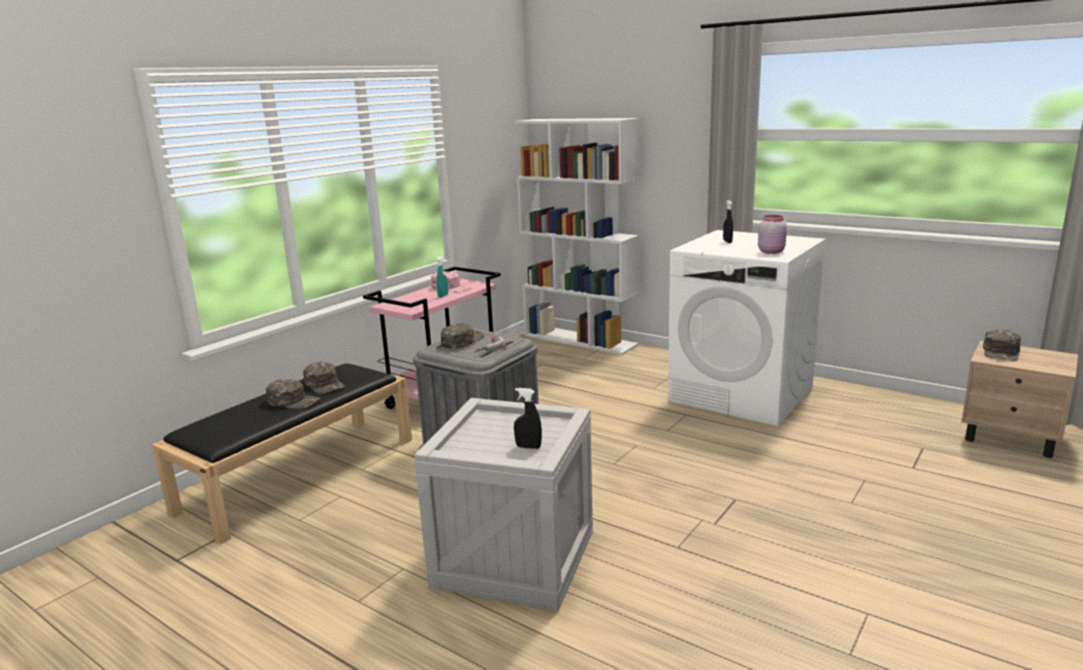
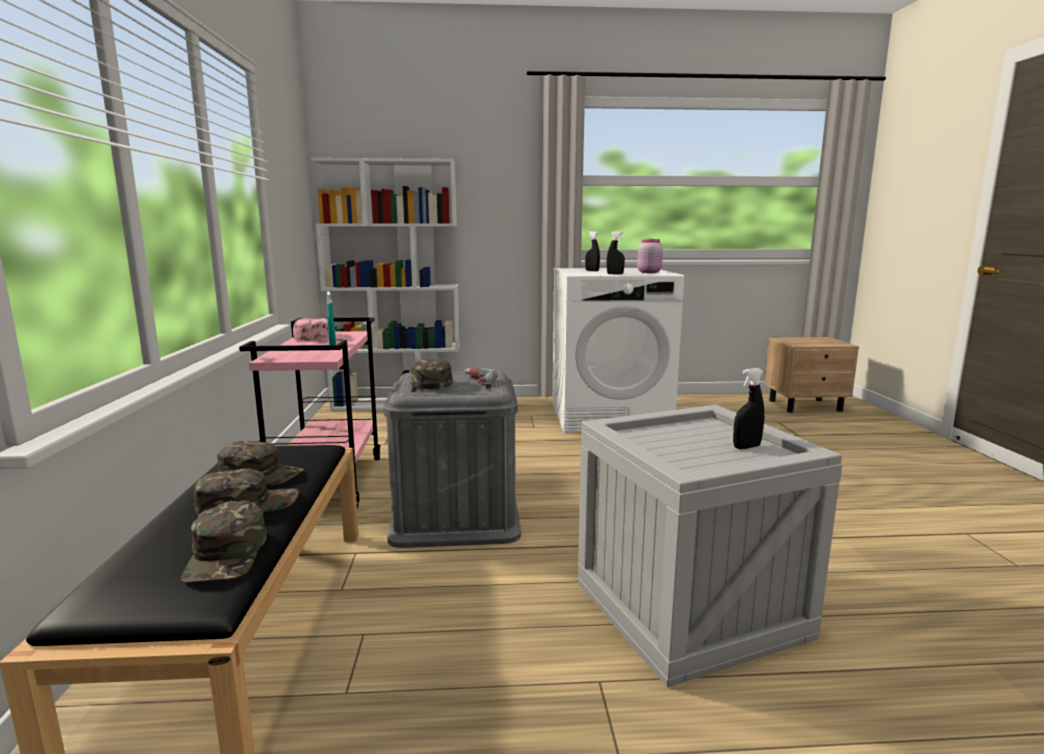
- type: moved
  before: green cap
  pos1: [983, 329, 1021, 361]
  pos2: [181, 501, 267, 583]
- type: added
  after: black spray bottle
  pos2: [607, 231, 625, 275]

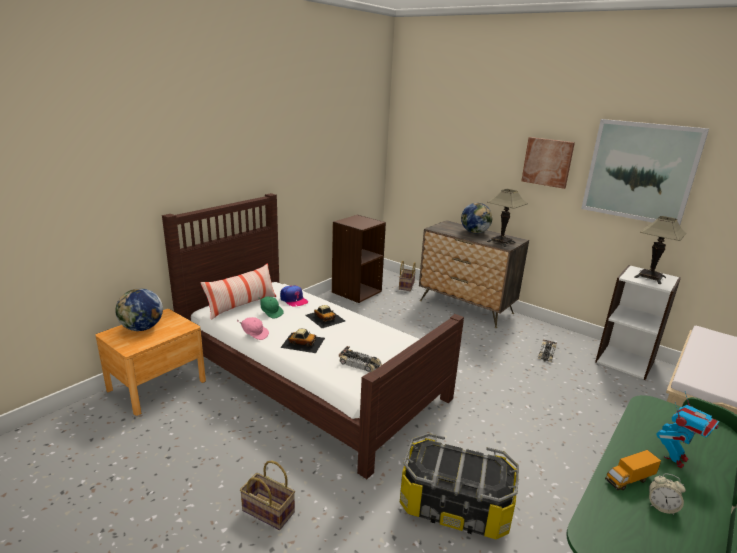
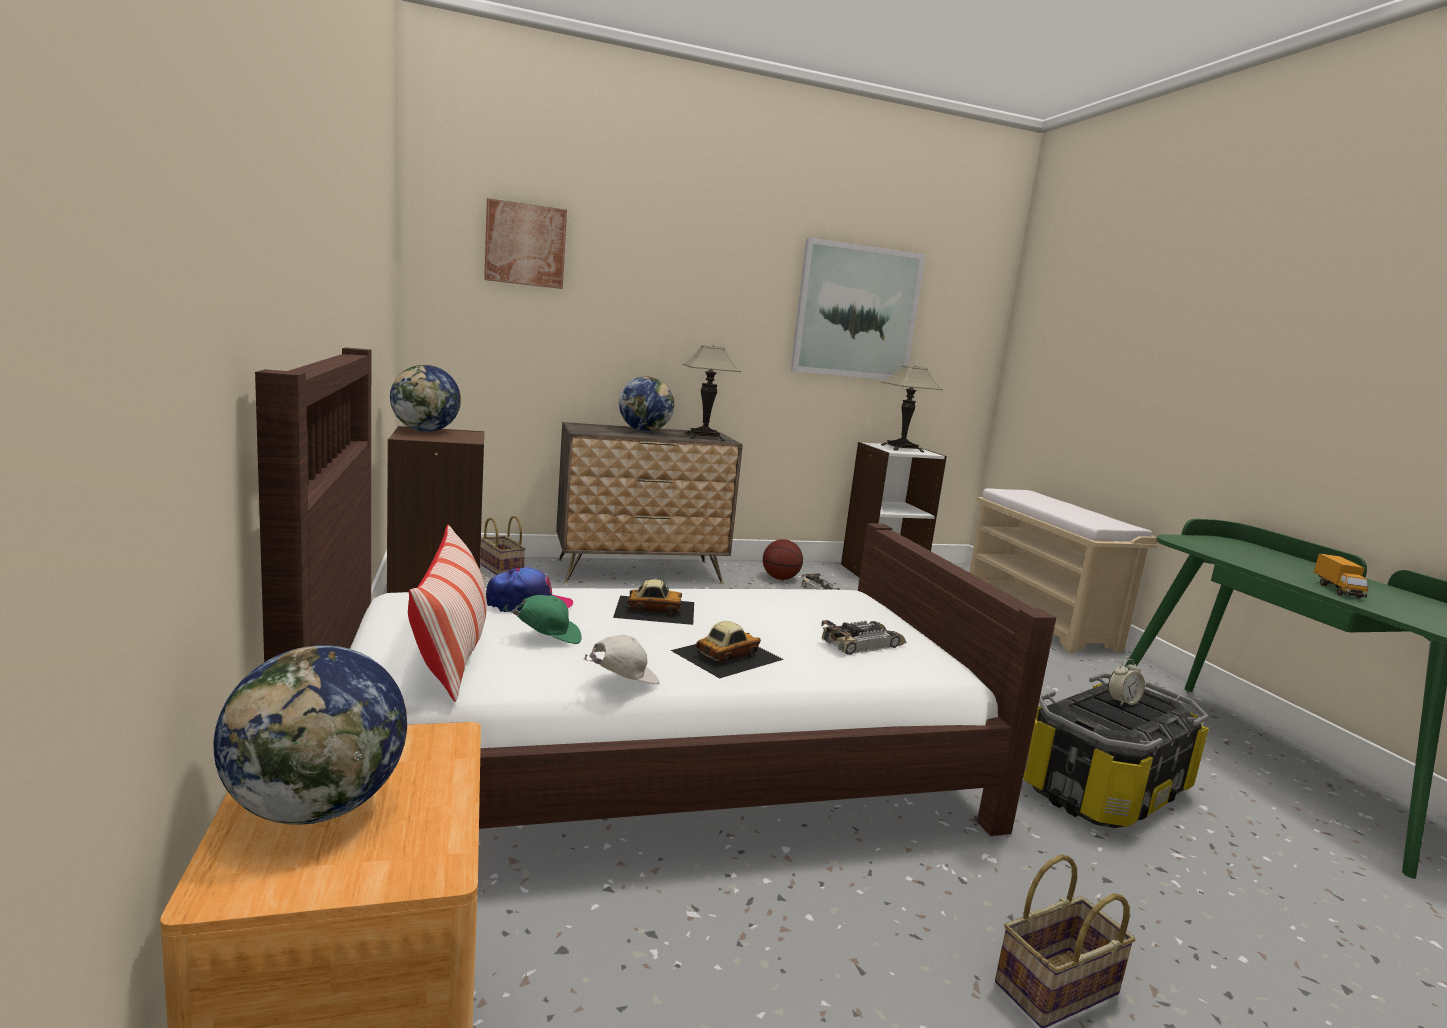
- type: moved
  before: picture
  pos1: [521, 137, 575, 189]
  pos2: [484, 198, 567, 289]
- type: recoloured
  before: pink cap
  after: white cap
  pos1: [237, 317, 269, 340]
  pos2: [584, 635, 660, 685]
- type: removed
  before: toy robot
  pos1: [656, 391, 719, 468]
- type: moved
  before: alarm clock
  pos1: [649, 473, 686, 515]
  pos2: [1108, 659, 1145, 706]
- type: added
  after: globe
  pos2: [390, 365, 461, 432]
- type: added
  after: basketball
  pos2: [763, 539, 803, 580]

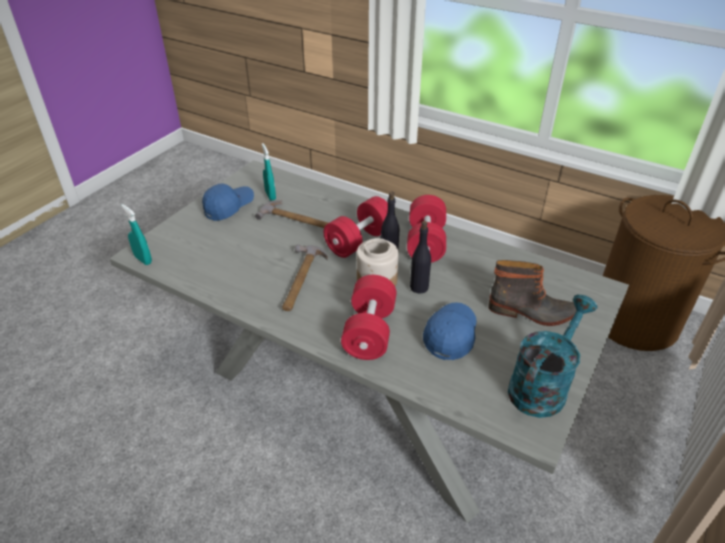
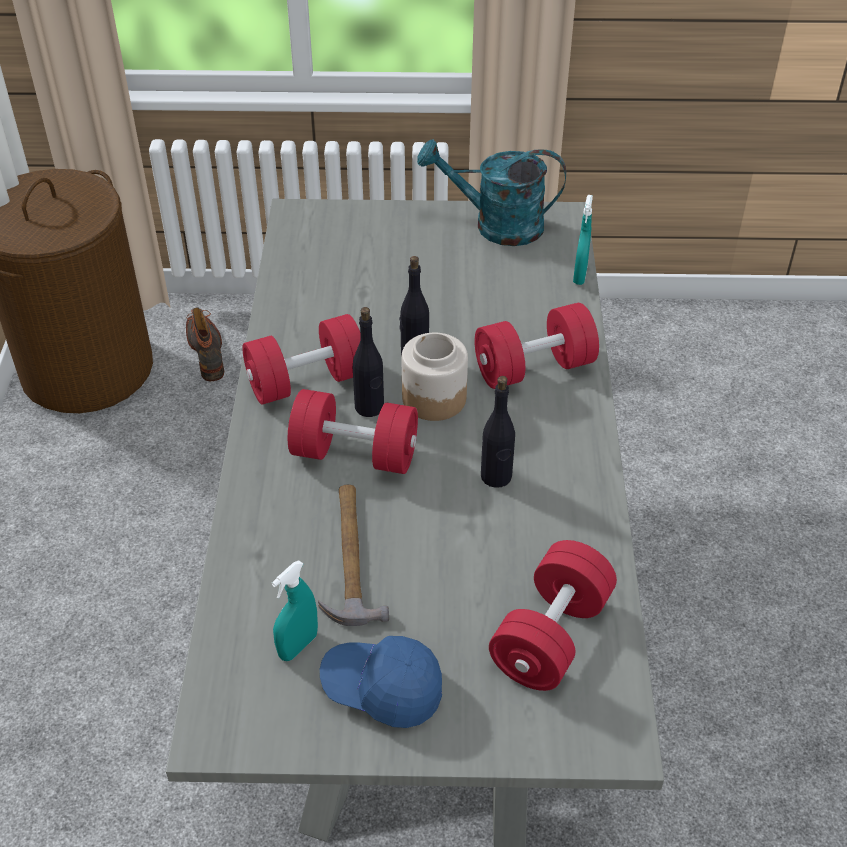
- type: moved
  before: turquoise spray bottle
  pos1: [121, 204, 152, 265]
  pos2: [573, 195, 593, 285]
- type: replaced
  before: hammer
  after: black bottle
  pos1: [282, 244, 328, 311]
  pos2: [481, 376, 515, 488]
- type: moved
  before: boot
  pos1: [488, 260, 577, 326]
  pos2: [186, 307, 224, 381]
- type: removed
  before: blue cap
  pos1: [423, 302, 477, 360]
- type: added
  after: red dumbbell
  pos2: [489, 540, 617, 691]

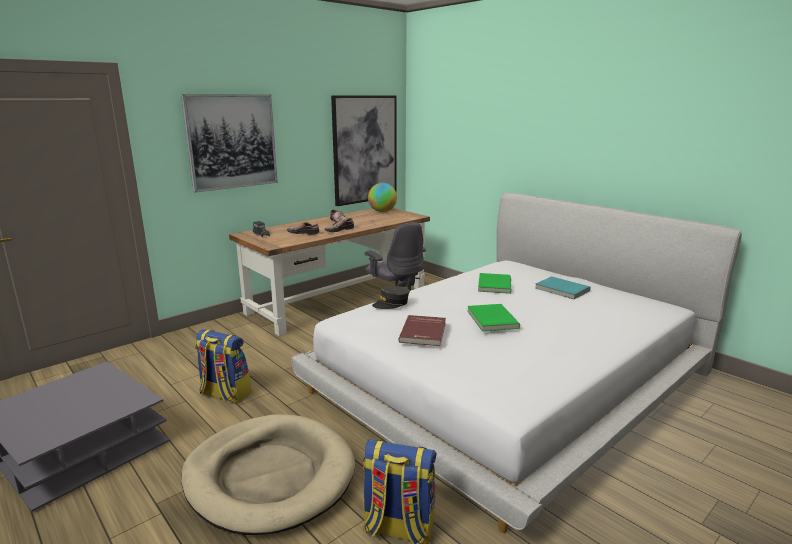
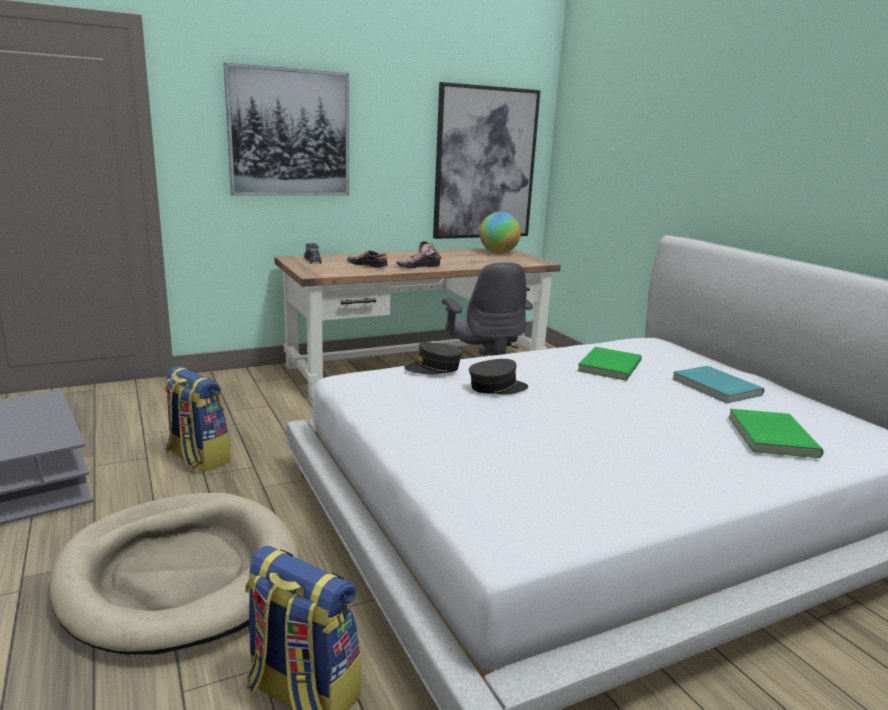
- type: moved
  before: green book
  pos1: [467, 304, 520, 332]
  pos2: [729, 409, 824, 458]
- type: removed
  before: red book
  pos1: [398, 315, 446, 346]
- type: added
  after: grey cap
  pos2: [469, 359, 528, 395]

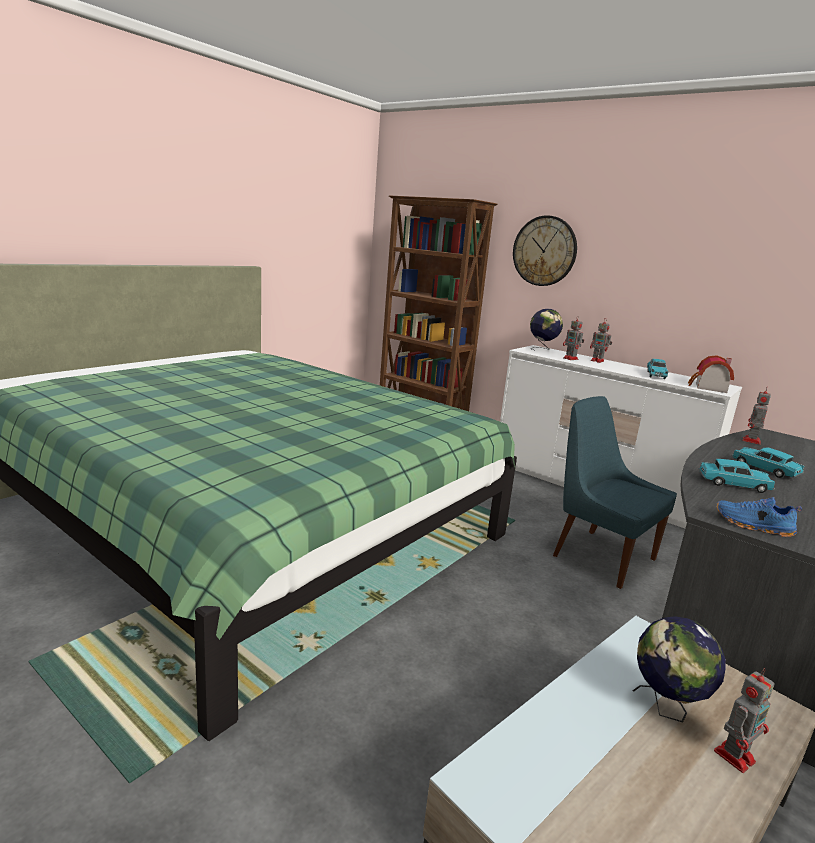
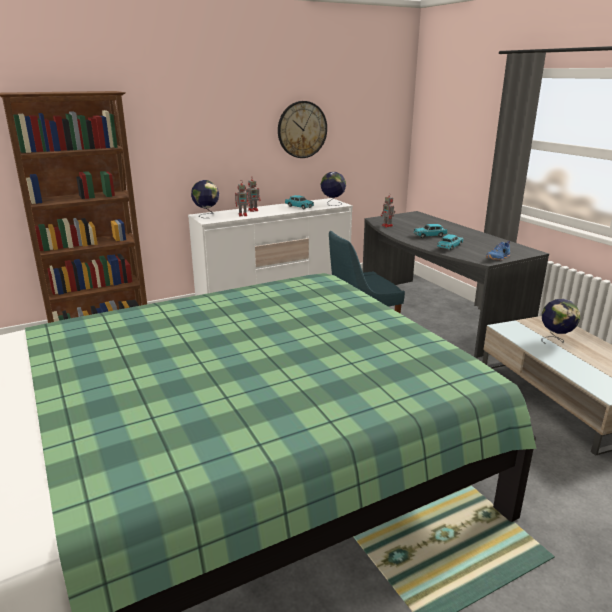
- type: moved
  before: wall clock
  pos1: [513, 215, 577, 286]
  pos2: [278, 101, 327, 158]
- type: replaced
  before: toy house
  after: globe
  pos1: [688, 355, 734, 393]
  pos2: [320, 172, 346, 206]
- type: removed
  before: toy robot
  pos1: [714, 668, 775, 773]

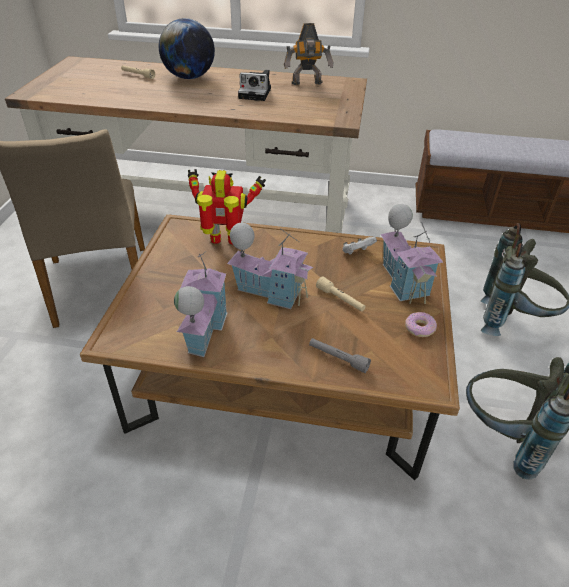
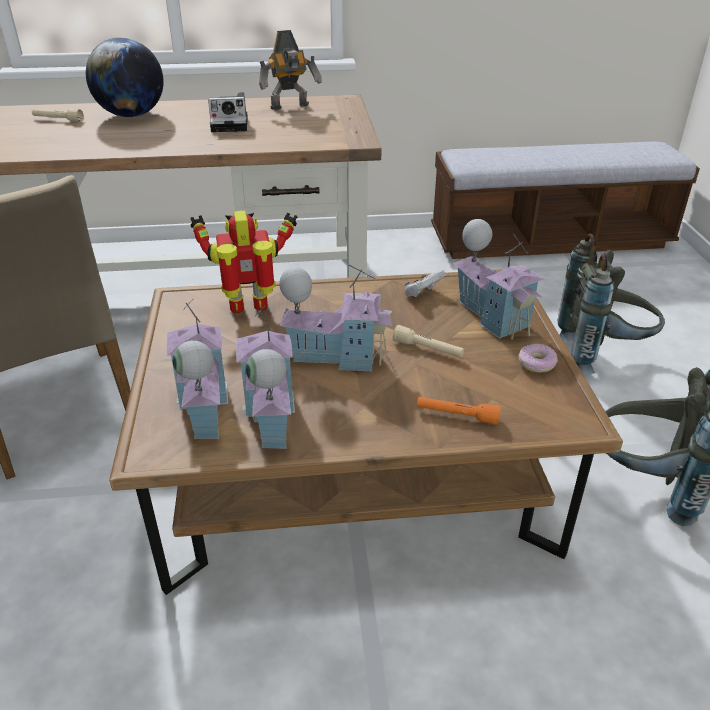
- type: recoloured
  before: grey flashlight
  after: orange flashlight
  pos1: [309, 338, 371, 373]
  pos2: [417, 397, 501, 425]
- type: added
  after: toy house
  pos2: [167, 299, 228, 439]

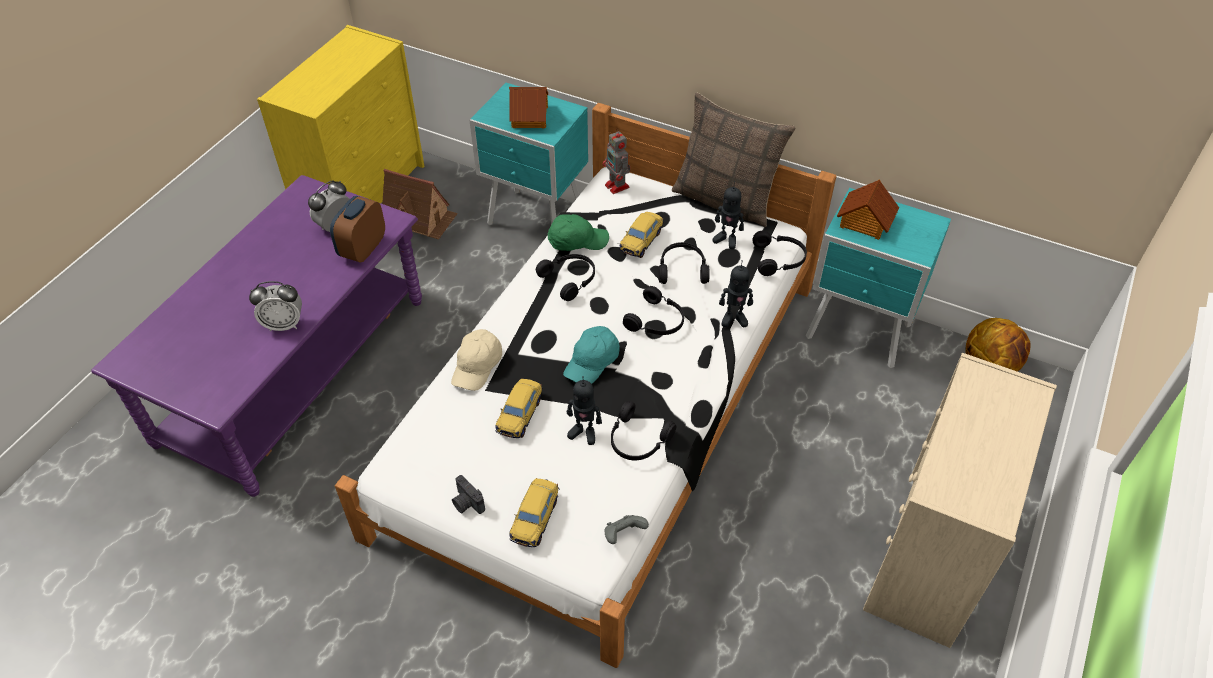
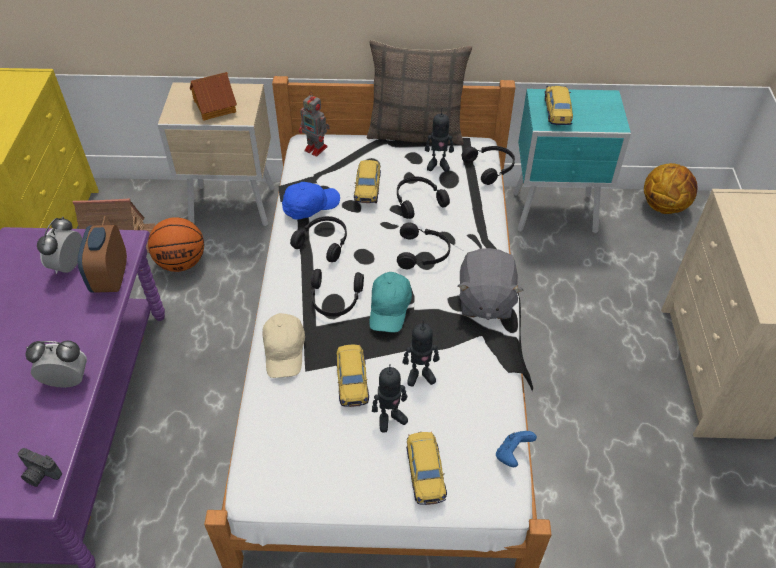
- type: recoloured
  before: turquoise nightstand
  after: beige nightstand
  pos1: [469, 83, 588, 225]
  pos2: [158, 82, 275, 226]
- type: replaced
  before: toy house
  after: toy car
  pos1: [837, 179, 899, 240]
  pos2: [545, 86, 573, 125]
- type: recoloured
  before: green cap
  after: blue cap
  pos1: [548, 214, 609, 251]
  pos2: [282, 182, 340, 220]
- type: moved
  before: toy robot
  pos1: [719, 260, 753, 327]
  pos2: [372, 364, 408, 432]
- type: turned
  before: alarm clock
  pos1: [249, 281, 302, 331]
  pos2: [26, 340, 87, 388]
  turn: -150
- type: moved
  before: black headphones
  pos1: [611, 401, 677, 460]
  pos2: [311, 269, 364, 317]
- type: moved
  before: photo camera
  pos1: [452, 475, 485, 514]
  pos2: [18, 448, 62, 487]
- type: recoloured
  before: grey game controller
  after: blue game controller
  pos1: [605, 515, 649, 544]
  pos2: [496, 431, 537, 467]
- type: added
  after: basketball
  pos2: [148, 217, 204, 272]
- type: added
  after: grey plush toy
  pos2: [458, 248, 523, 320]

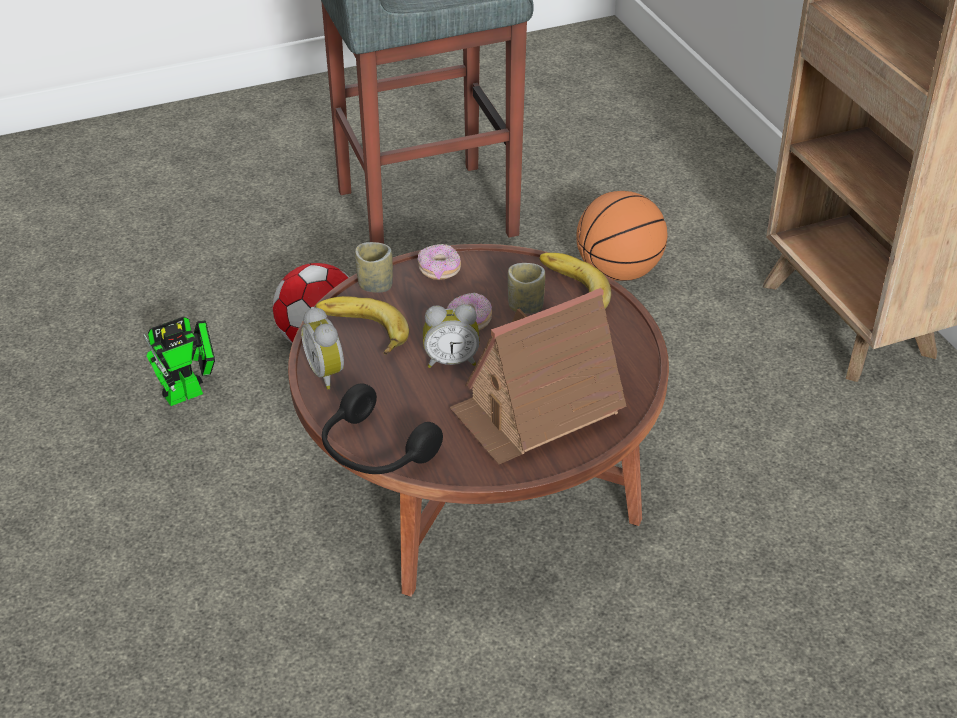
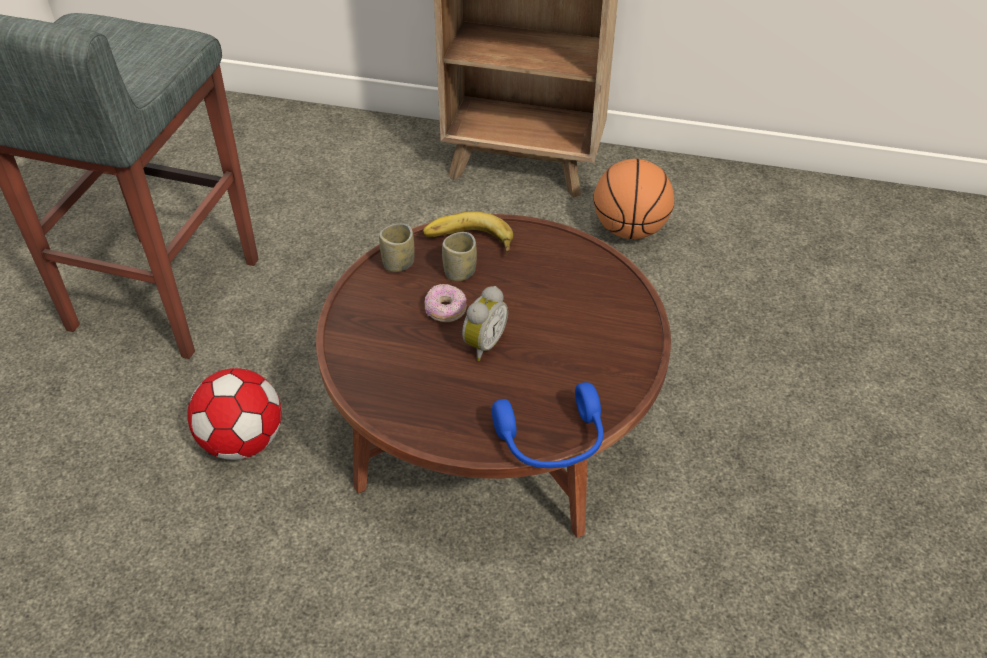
- type: moved
  before: basketball
  pos1: [576, 191, 667, 281]
  pos2: [593, 159, 674, 239]
- type: moved
  before: cup
  pos1: [355, 242, 393, 293]
  pos2: [379, 223, 414, 272]
- type: removed
  before: donut
  pos1: [418, 244, 461, 280]
- type: removed
  before: toy house
  pos1: [449, 288, 626, 465]
- type: removed
  before: banana
  pos1: [316, 296, 409, 355]
- type: removed
  before: alarm clock
  pos1: [301, 307, 344, 389]
- type: removed
  before: toy robot
  pos1: [143, 317, 215, 406]
- type: recoloured
  before: black headphones
  after: blue headphones
  pos1: [322, 383, 443, 474]
  pos2: [492, 382, 603, 468]

